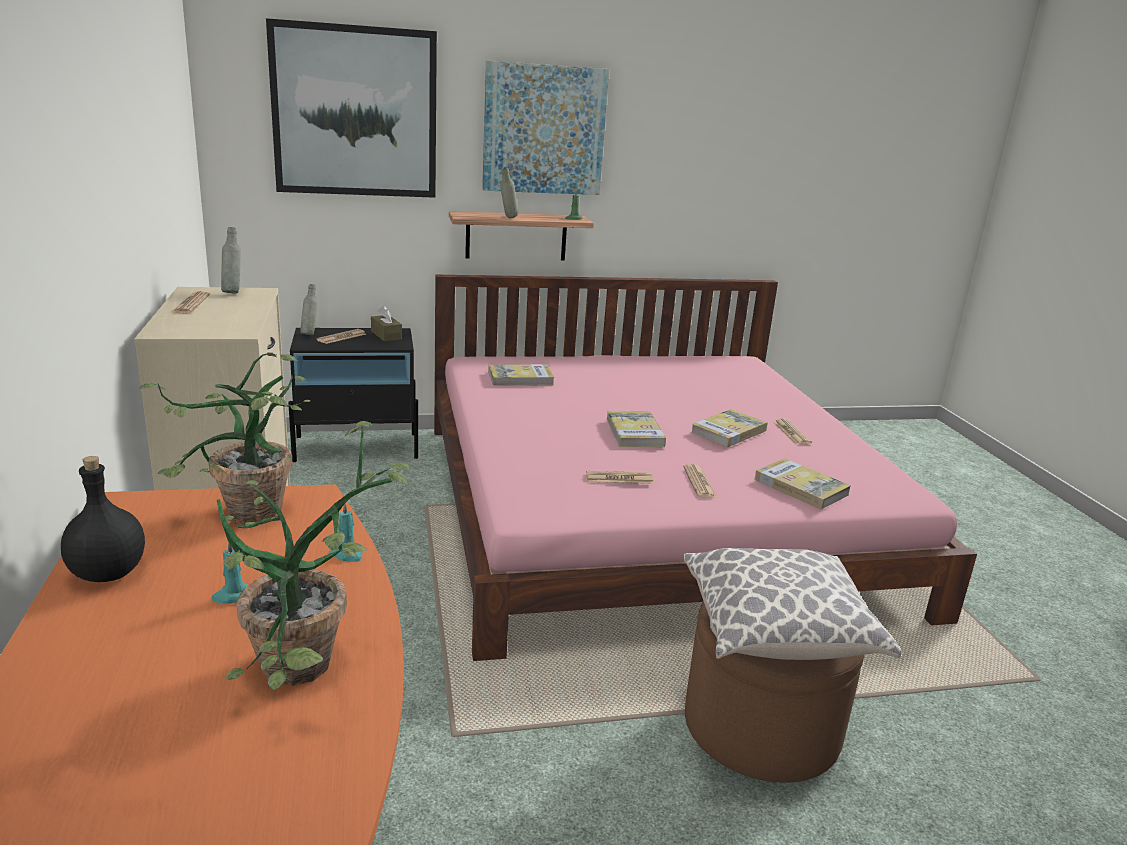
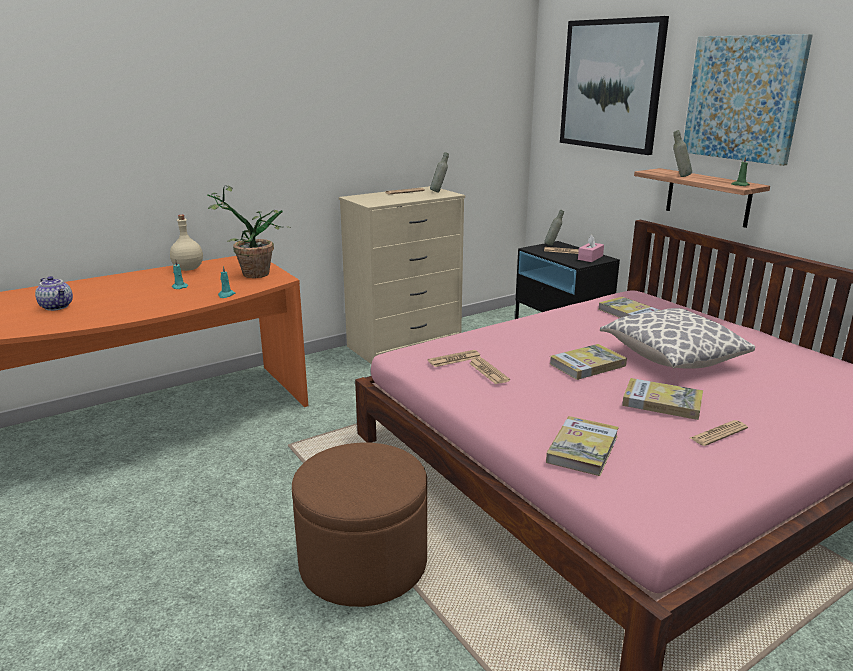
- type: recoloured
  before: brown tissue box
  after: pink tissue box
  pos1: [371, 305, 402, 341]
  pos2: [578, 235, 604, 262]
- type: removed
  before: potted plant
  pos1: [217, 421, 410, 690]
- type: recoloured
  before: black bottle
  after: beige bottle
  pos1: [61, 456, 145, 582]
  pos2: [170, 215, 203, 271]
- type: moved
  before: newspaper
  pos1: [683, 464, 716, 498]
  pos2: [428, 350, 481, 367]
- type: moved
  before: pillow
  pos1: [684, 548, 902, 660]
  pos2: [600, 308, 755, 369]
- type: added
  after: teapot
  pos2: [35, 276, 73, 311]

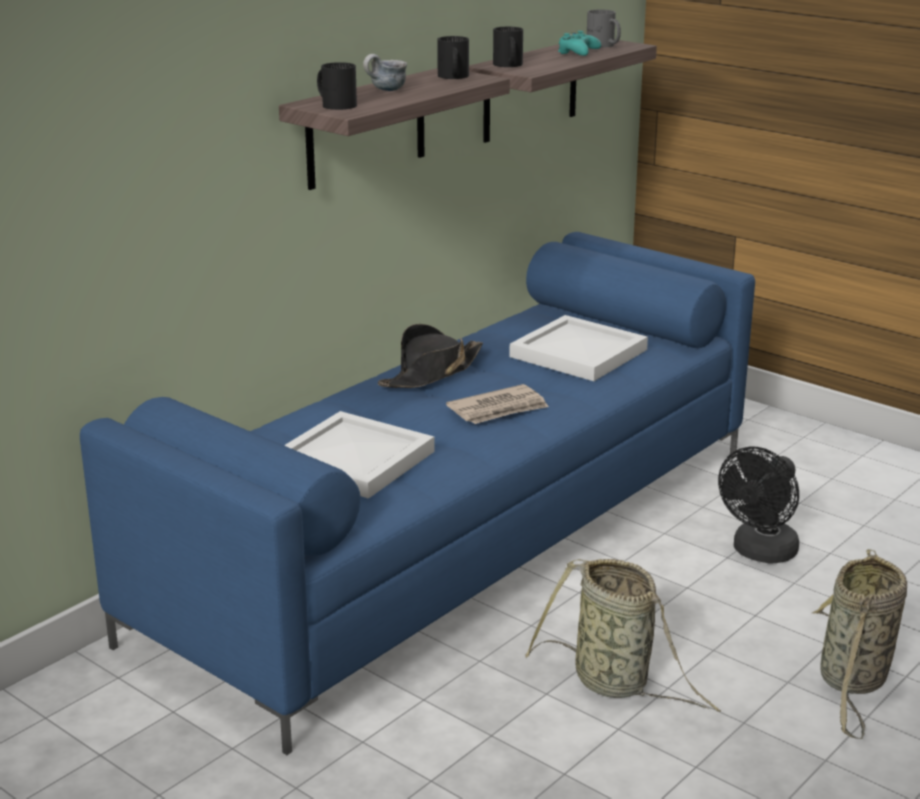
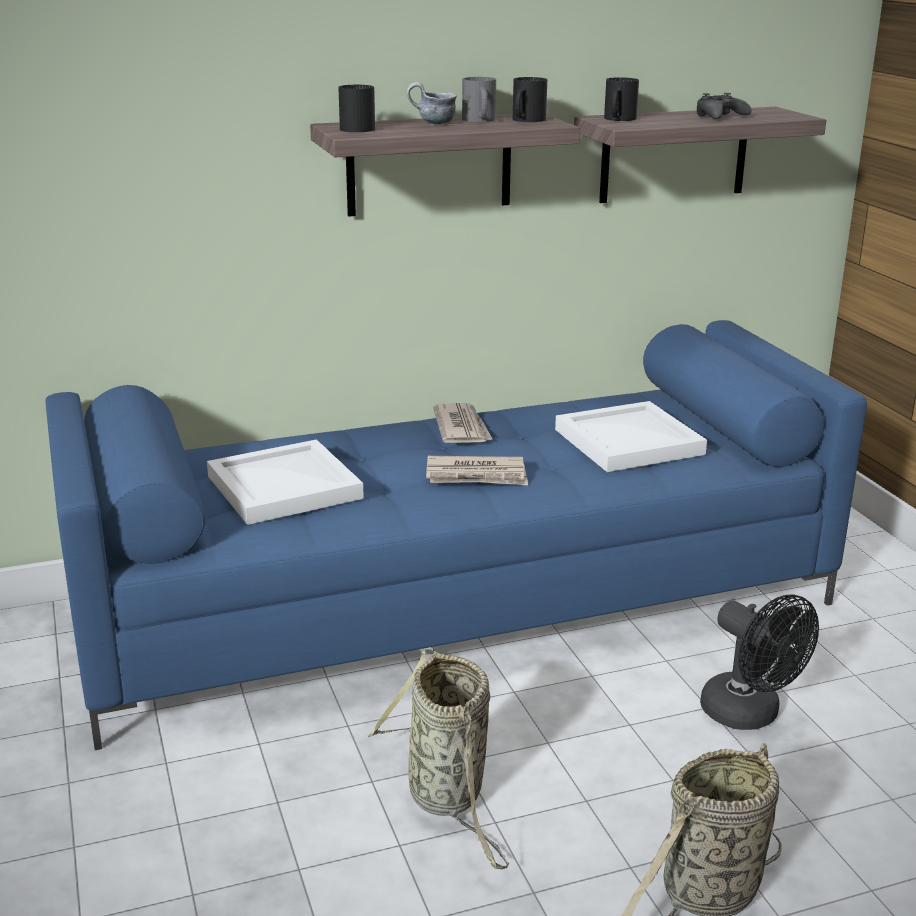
- type: moved
  before: grey mug
  pos1: [587, 10, 621, 48]
  pos2: [462, 77, 496, 122]
- type: recoloured
  before: turquoise game controller
  after: black game controller
  pos1: [558, 31, 601, 56]
  pos2: [696, 93, 751, 119]
- type: replaced
  before: black hat
  after: newspaper
  pos1: [378, 324, 483, 388]
  pos2: [433, 403, 493, 443]
- type: turned
  before: black fan
  pos1: [718, 447, 799, 564]
  pos2: [700, 594, 819, 730]
  turn: -105

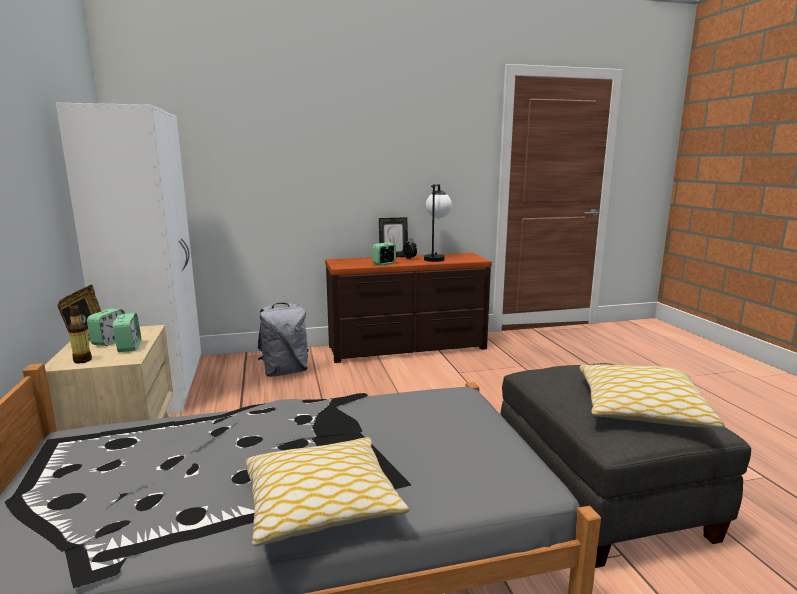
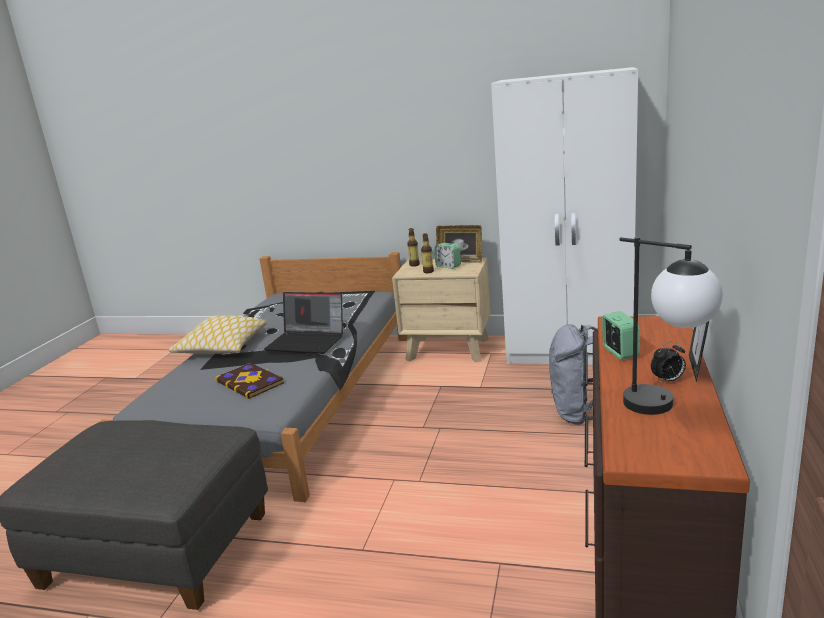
- type: replaced
  before: alarm clock
  after: bottle
  pos1: [113, 313, 141, 352]
  pos2: [421, 233, 434, 273]
- type: removed
  before: pillow
  pos1: [579, 365, 724, 428]
- type: added
  after: laptop
  pos2: [264, 292, 343, 354]
- type: added
  after: book
  pos2: [215, 363, 284, 399]

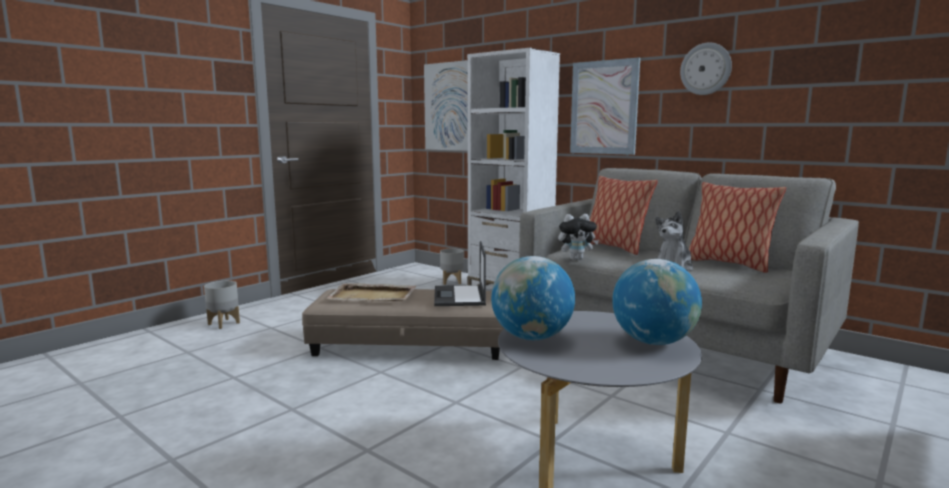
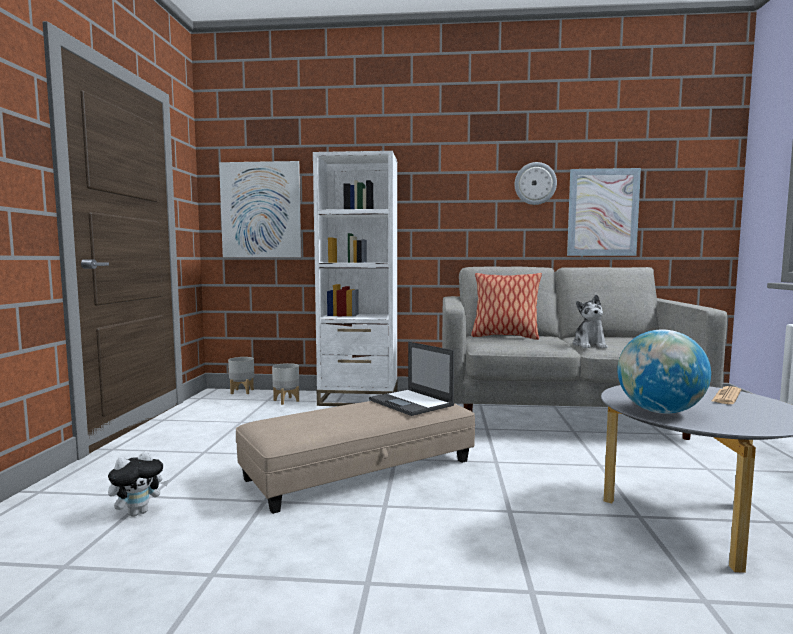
- type: moved
  before: picture
  pos1: [570, 57, 640, 155]
  pos2: [567, 168, 641, 256]
- type: removed
  before: pillow
  pos1: [689, 182, 786, 273]
- type: moved
  before: plush toy
  pos1: [558, 214, 599, 260]
  pos2: [108, 451, 169, 516]
- type: replaced
  before: globe
  after: newspaper
  pos1: [612, 259, 702, 345]
  pos2: [712, 386, 741, 404]
- type: moved
  before: grey planter
  pos1: [204, 281, 240, 329]
  pos2: [228, 357, 254, 394]
- type: removed
  before: beige tray
  pos1: [325, 283, 416, 301]

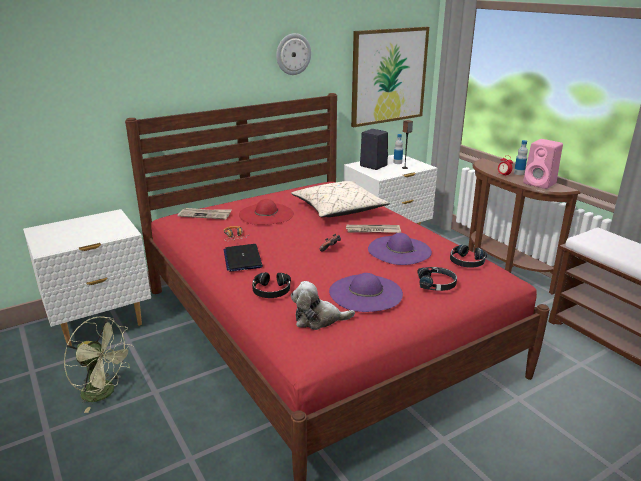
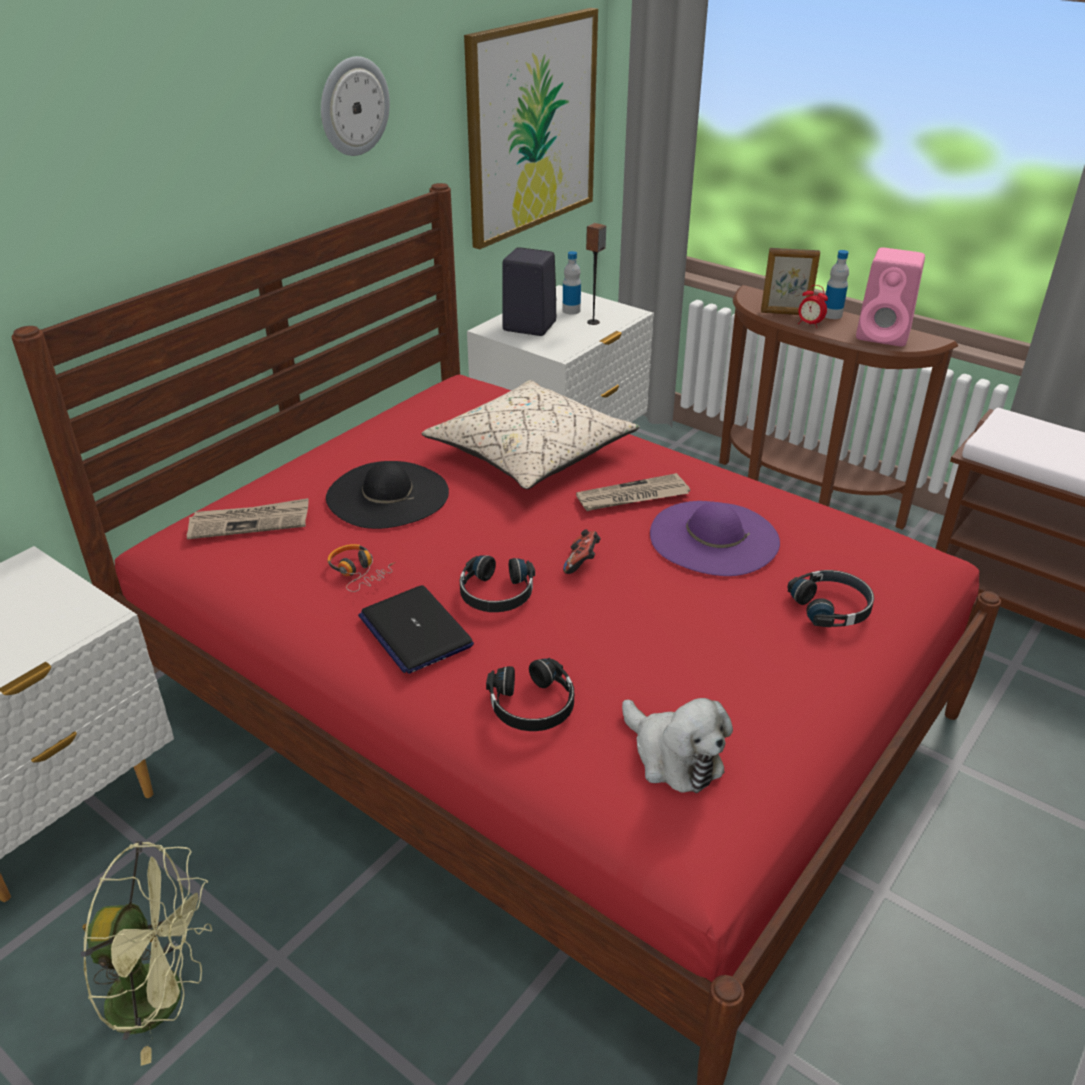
- type: recoloured
  before: red hat
  after: black hat
  pos1: [239, 199, 294, 225]
  pos2: [326, 461, 449, 529]
- type: moved
  before: black headphones
  pos1: [450, 245, 488, 268]
  pos2: [460, 555, 535, 612]
- type: removed
  before: purple hat
  pos1: [329, 273, 403, 312]
- type: turned
  before: plush toy
  pos1: [291, 281, 355, 330]
  pos2: [622, 698, 733, 793]
  turn: -105
- type: added
  after: picture frame
  pos2: [761, 248, 820, 315]

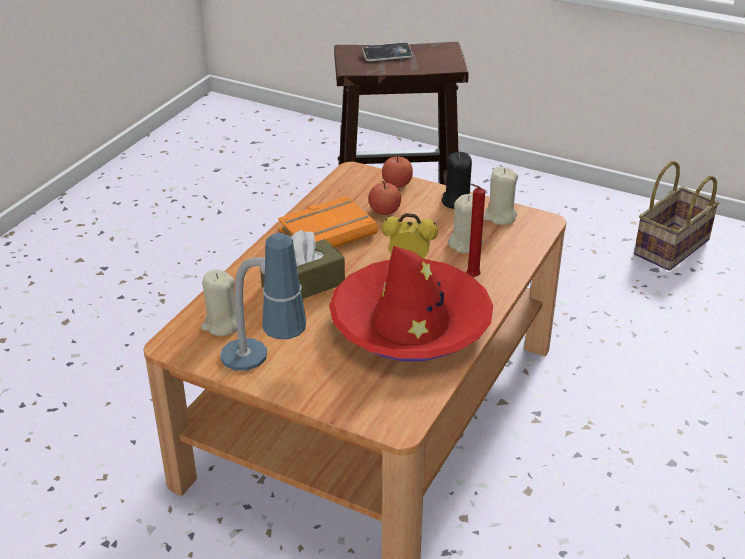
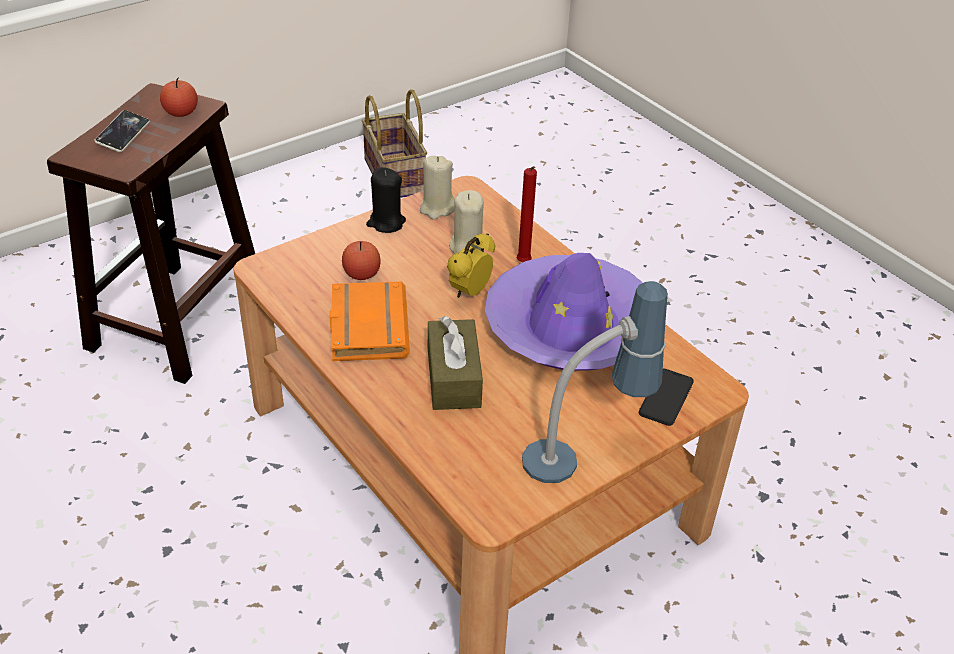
- type: moved
  before: apple
  pos1: [382, 155, 413, 188]
  pos2: [160, 77, 198, 117]
- type: recoloured
  before: red hat
  after: purple hat
  pos1: [329, 246, 493, 361]
  pos2: [485, 253, 643, 371]
- type: removed
  before: beige candle
  pos1: [201, 269, 237, 336]
- type: added
  after: phone
  pos2: [639, 369, 694, 426]

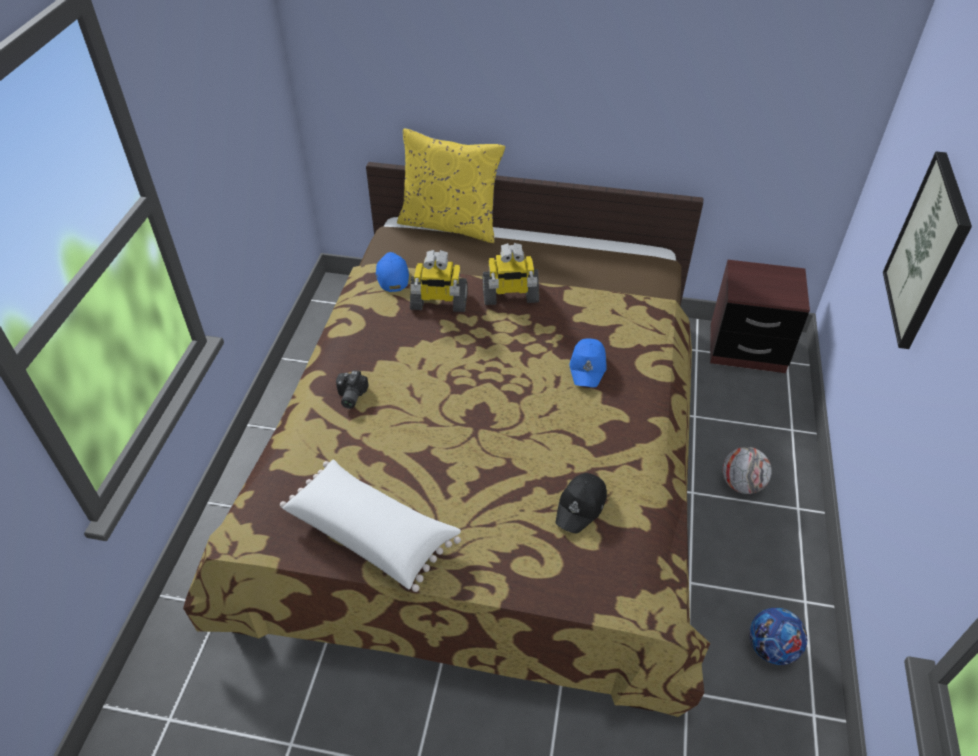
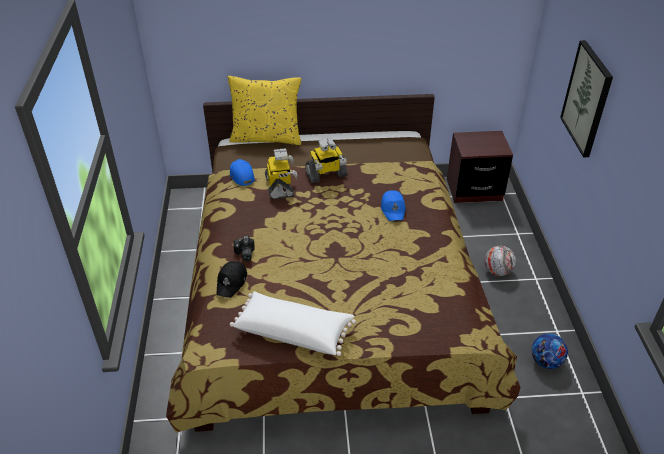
- type: turned
  before: toy robot
  pos1: [410, 250, 468, 312]
  pos2: [265, 148, 297, 199]
  turn: -90
- type: moved
  before: black cap
  pos1: [556, 473, 607, 533]
  pos2: [216, 261, 247, 298]

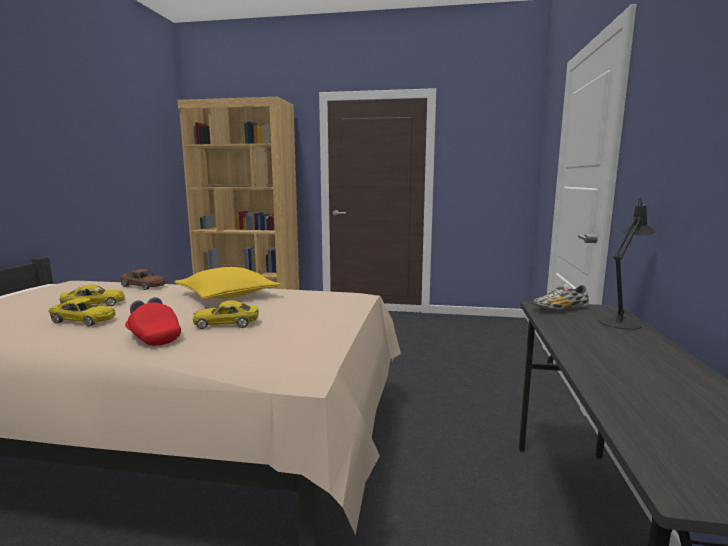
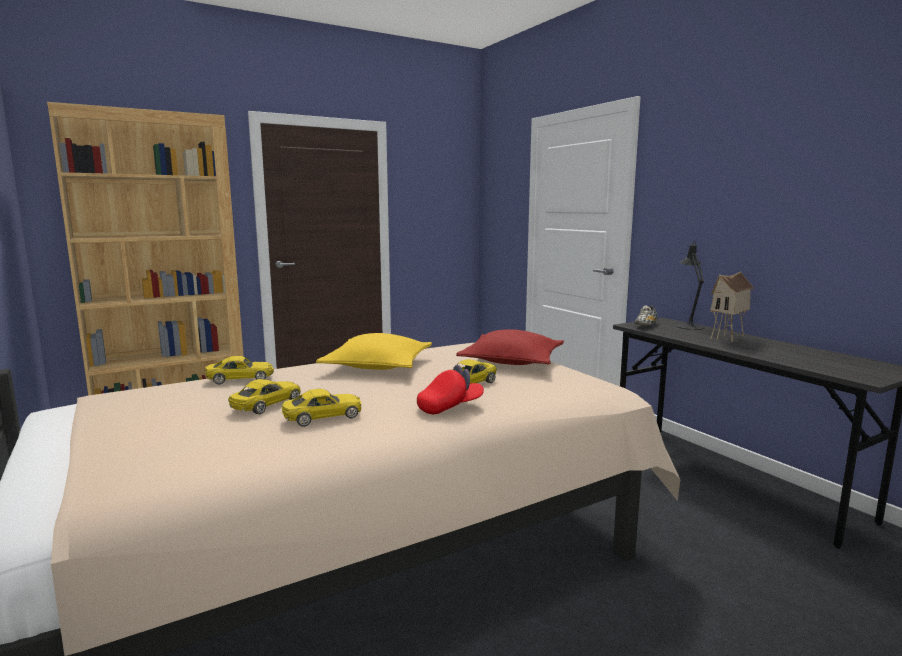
- type: recoloured
  before: brown toy car
  after: yellow toy car
  pos1: [120, 269, 165, 290]
  pos2: [205, 356, 274, 385]
- type: turned
  before: red cap
  pos1: [125, 297, 181, 346]
  pos2: [417, 365, 484, 414]
  turn: 150
- type: added
  after: toy house
  pos2: [710, 271, 754, 342]
- type: added
  after: red pillow
  pos2: [456, 329, 564, 365]

